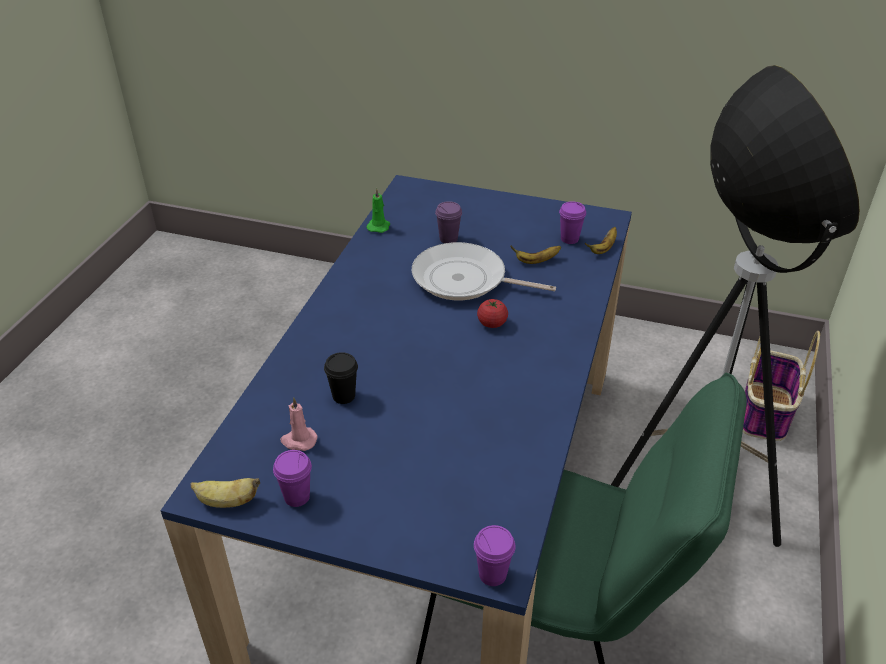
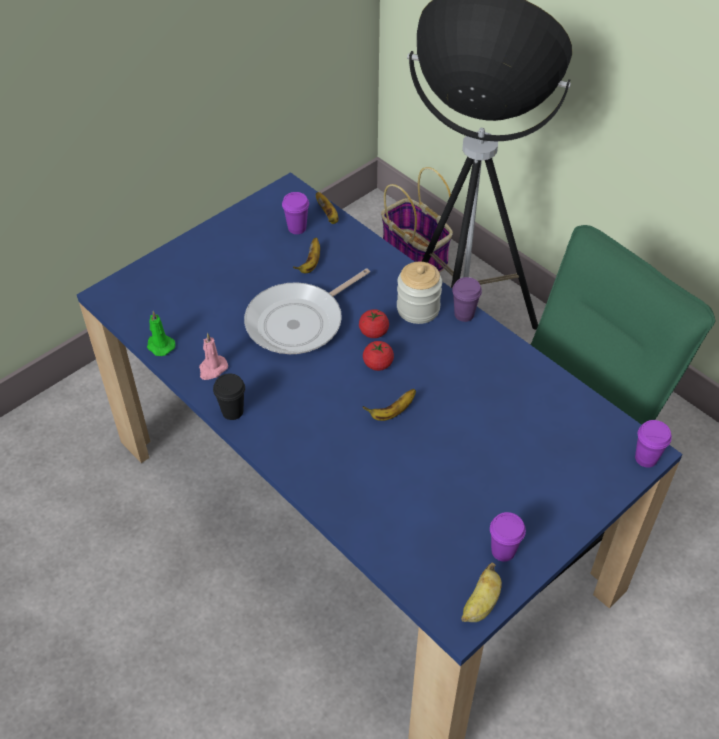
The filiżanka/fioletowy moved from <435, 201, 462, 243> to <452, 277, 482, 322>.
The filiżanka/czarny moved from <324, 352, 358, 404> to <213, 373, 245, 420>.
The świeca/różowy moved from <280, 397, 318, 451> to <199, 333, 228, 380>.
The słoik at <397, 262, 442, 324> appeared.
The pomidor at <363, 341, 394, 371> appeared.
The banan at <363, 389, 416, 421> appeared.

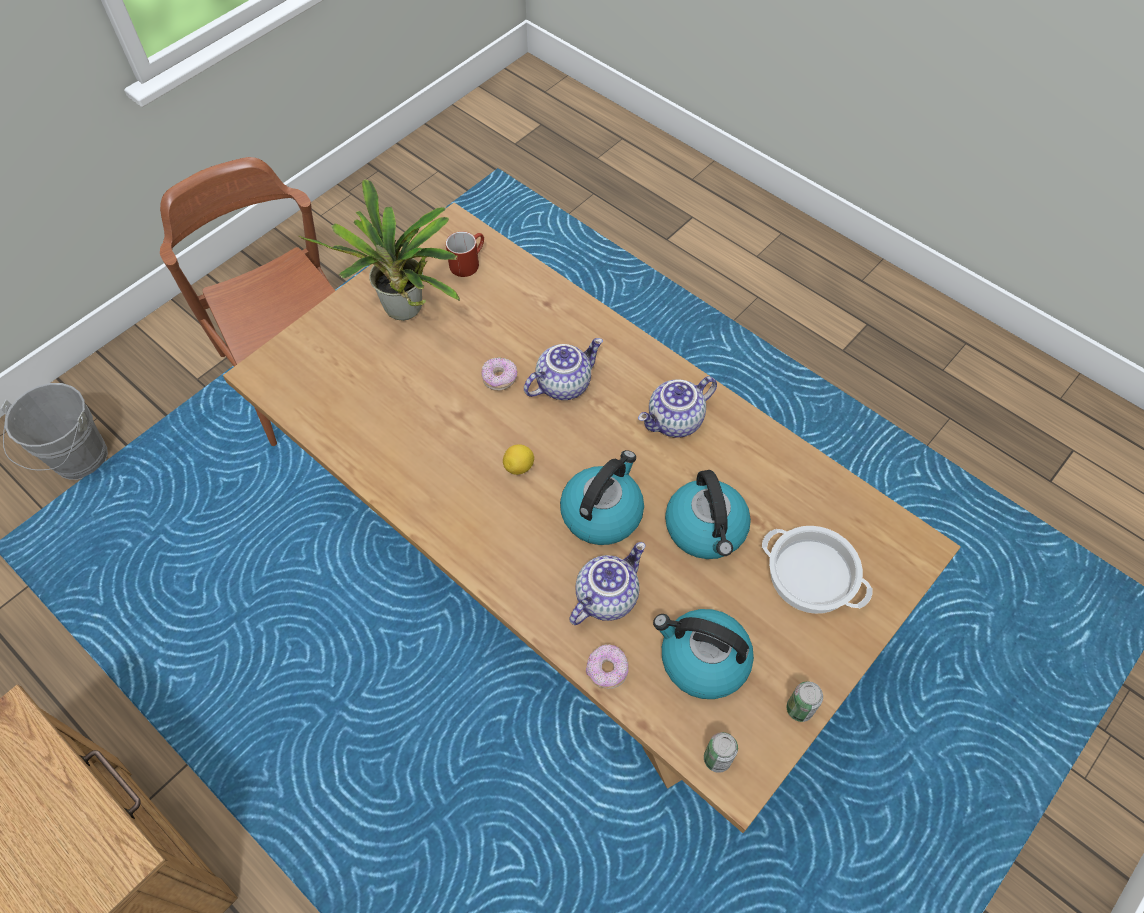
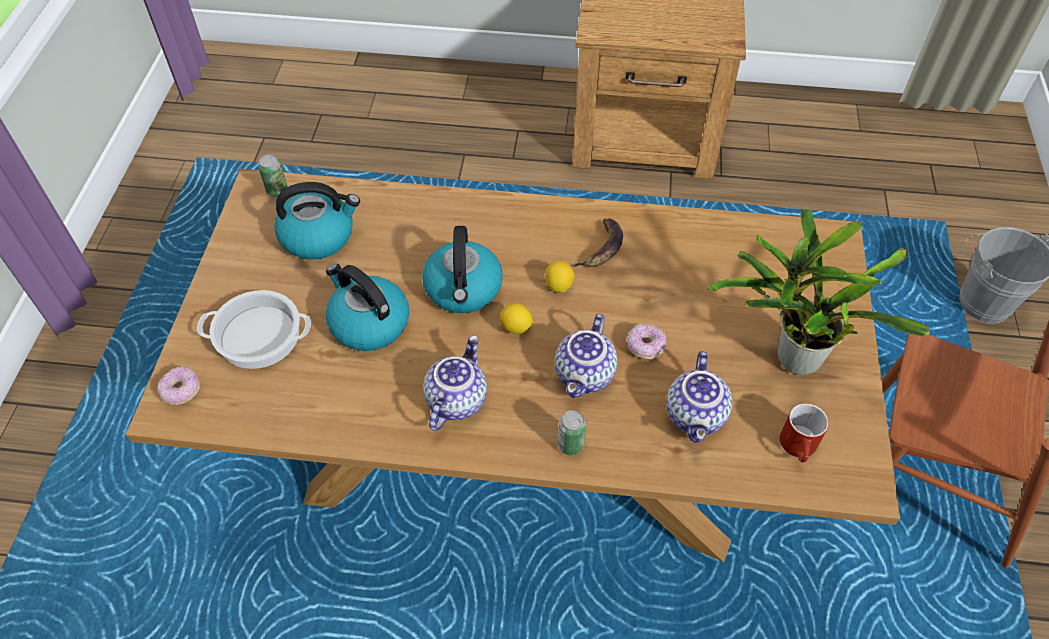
The imbryk moved from <569, 542, 646, 625> to <666, 351, 732, 443>.
The donut moved from <586, 644, 629, 689> to <157, 366, 200, 405>.
The puszka moved from <787, 681, 823, 722> to <558, 410, 586, 455>.
The banan at <570, 219, 623, 267> appeared.
The cytryna at <500, 303, 533, 334> appeared.

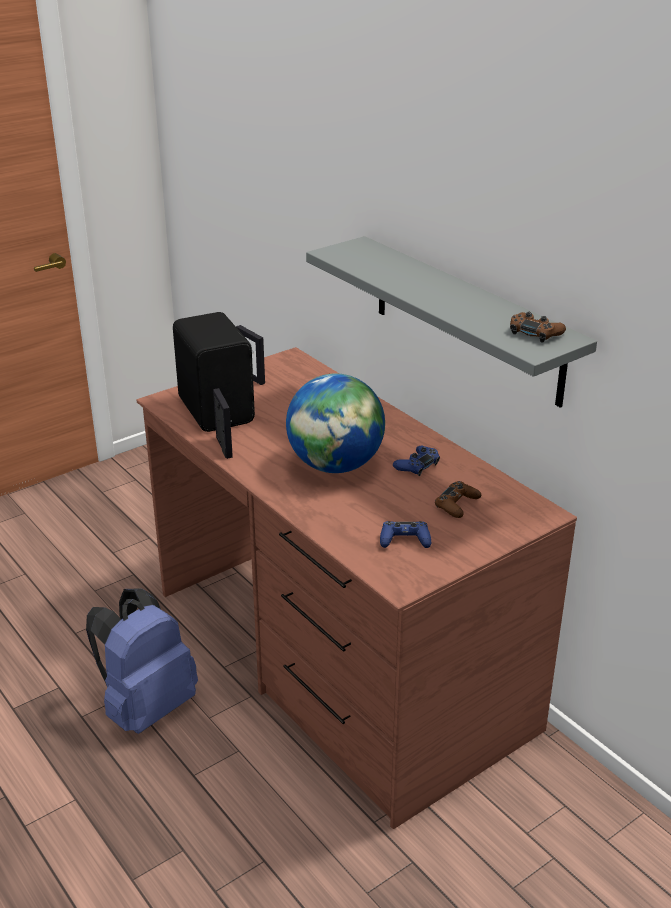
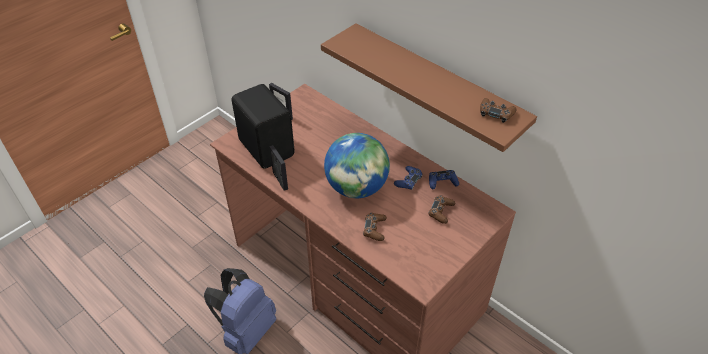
The półka/szary at <306, 236, 597, 408> became the półka/brązowy at <321, 23, 537, 152>.
The pad do gier/niebieski moved from <380, 521, 431, 548> to <429, 170, 459, 189>.
The pad do gier/brązowy at <363, 213, 387, 241> appeared.

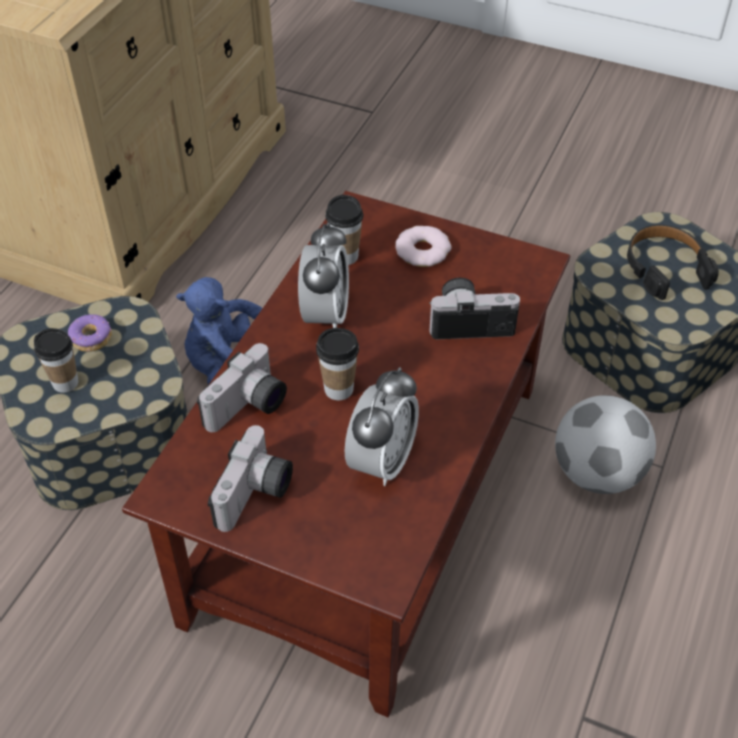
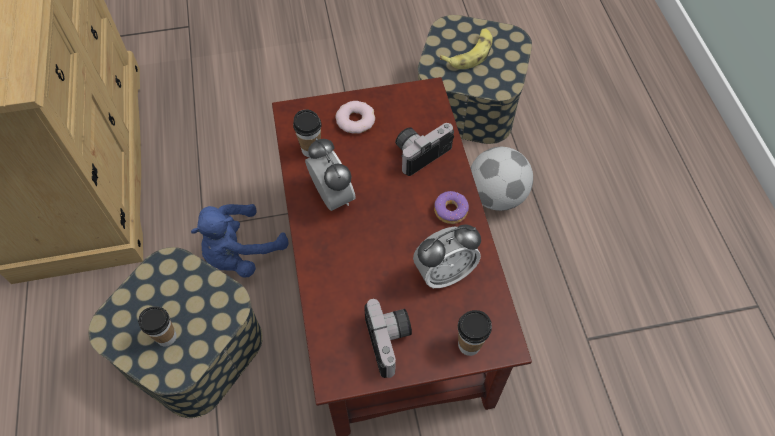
The słuchawki/czarny at <627, 224, 719, 300> was replaced by the banan at <440, 28, 493, 69>.
The donut moved from <68, 314, 112, 352> to <434, 191, 469, 224>.
The filiżanka moved from <316, 328, 359, 401> to <458, 310, 492, 356>.
The aparat fotograficzny at <197, 343, 287, 432> disappeared.
The budzik at <345, 367, 419, 486> turned 75 degrees clockwise.

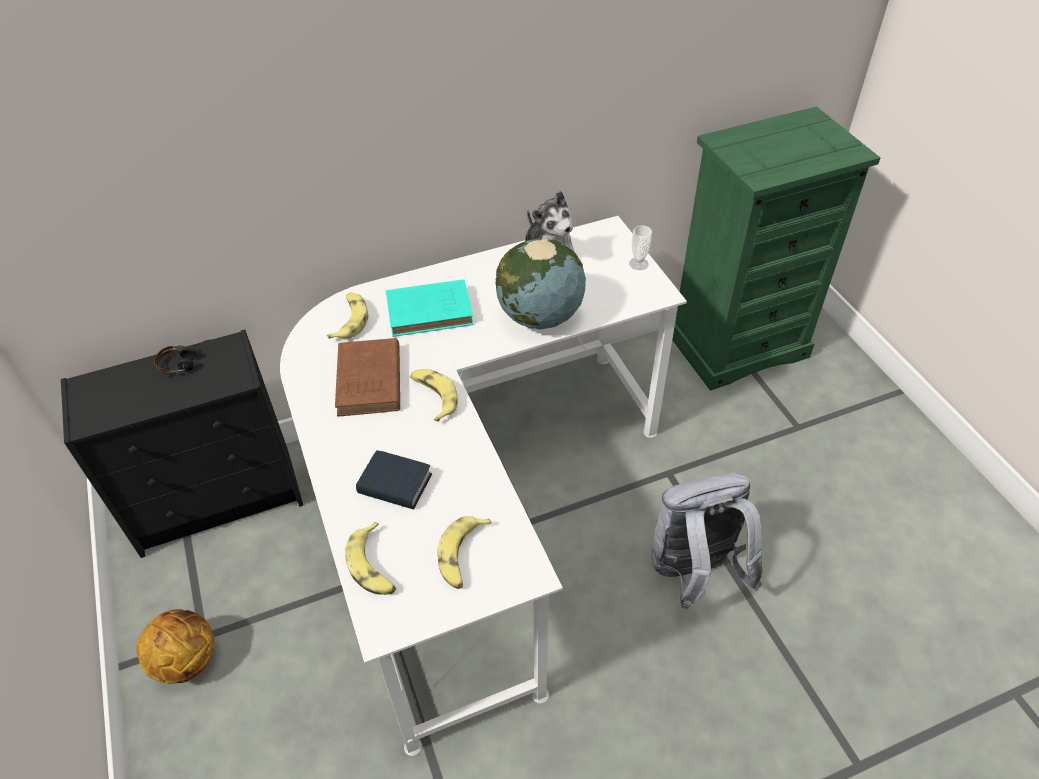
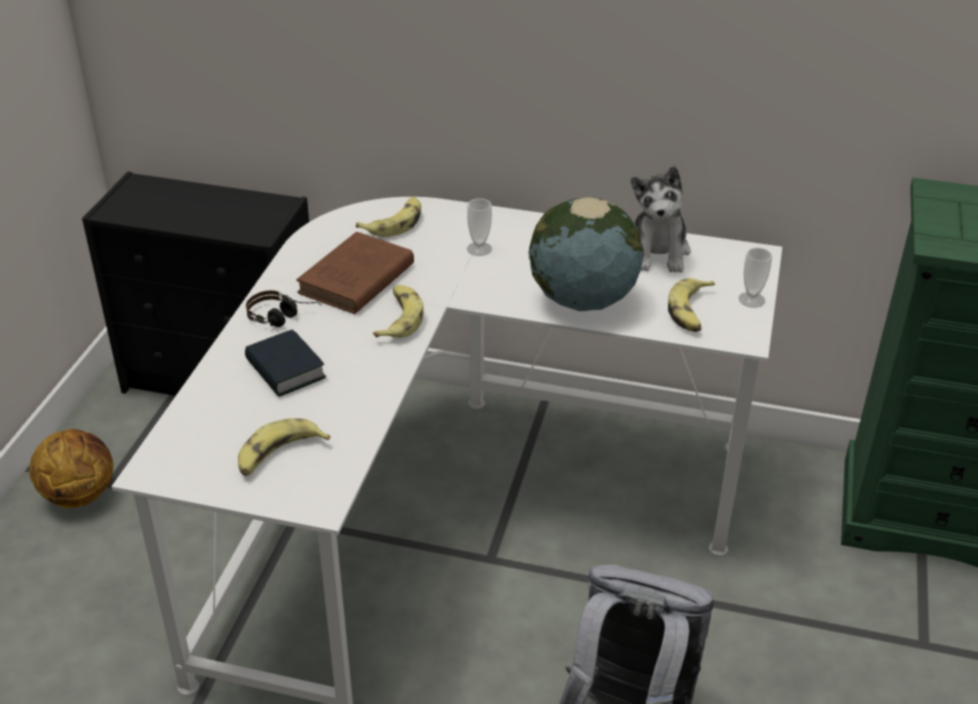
The książka/turkusowy at <386, 279, 474, 337> was replaced by the filiżanka at <467, 198, 492, 256>.
The słuchawki moved from <154, 339, 215, 375> to <246, 290, 322, 327>.
The banan moved from <345, 522, 396, 595> to <668, 278, 715, 332>.

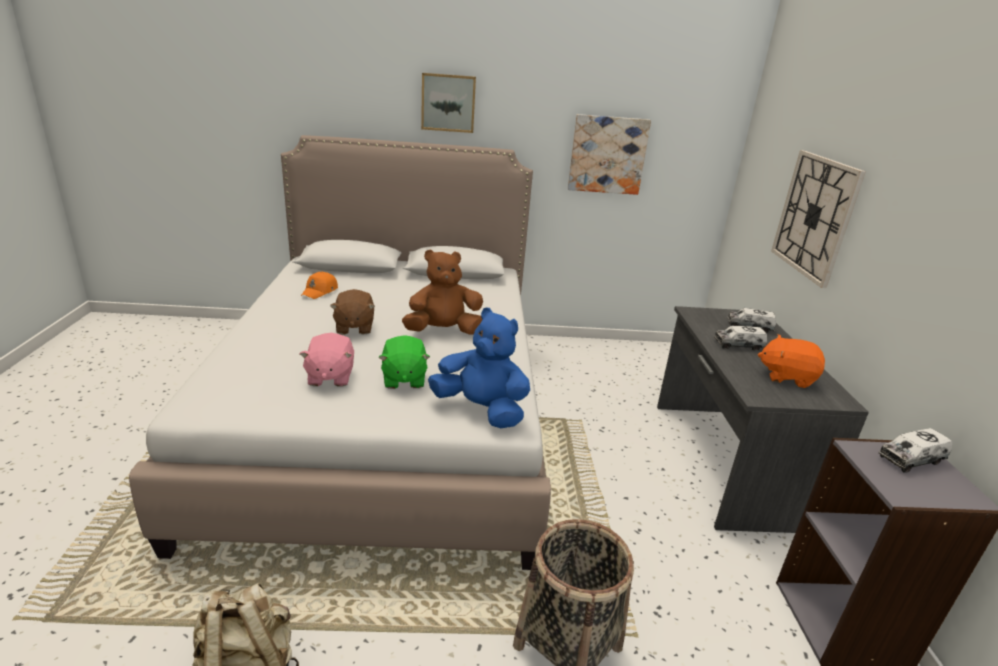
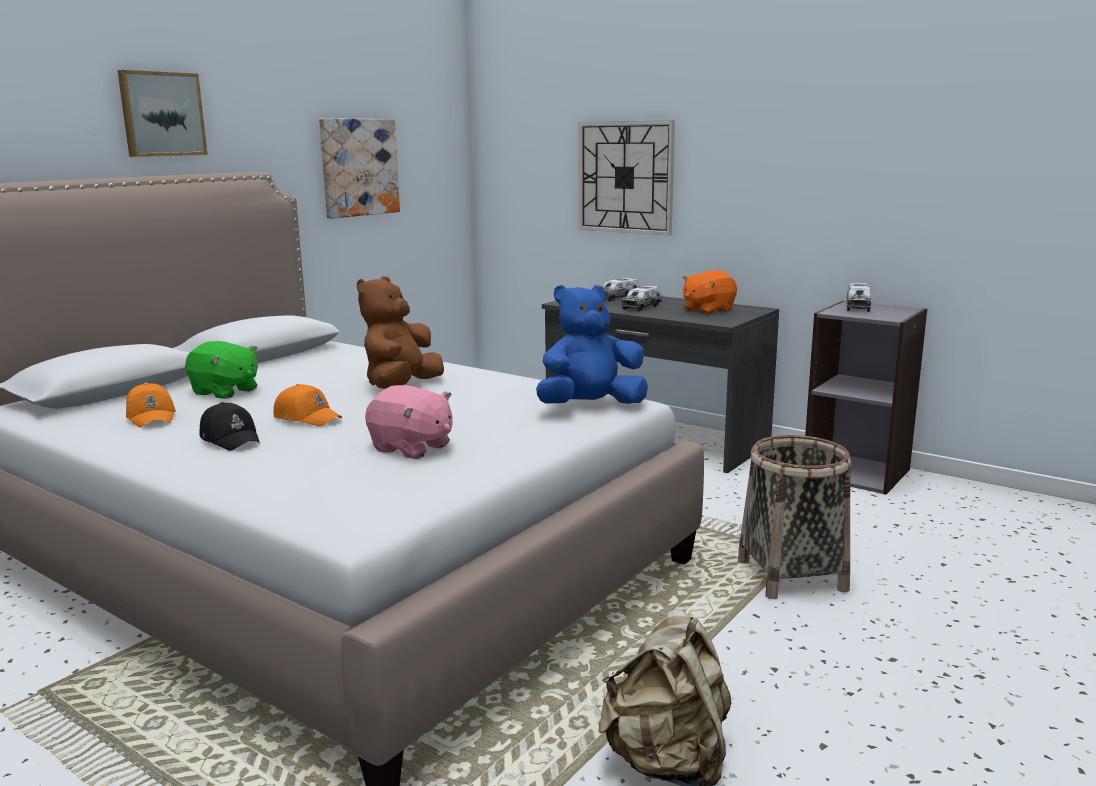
The pluszak/brązowy at <330, 289, 375, 334> was replaced by the czapka z daszkiem/pomarańczowy at <273, 384, 342, 426>.
The pluszak/zielony moved from <378, 335, 430, 389> to <185, 341, 258, 399>.
The czapka z daszkiem/czarny at <199, 402, 260, 451> appeared.

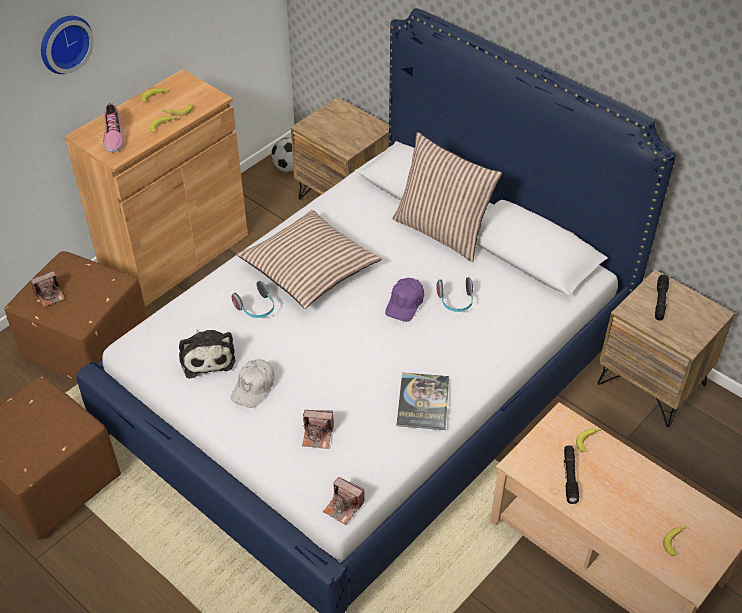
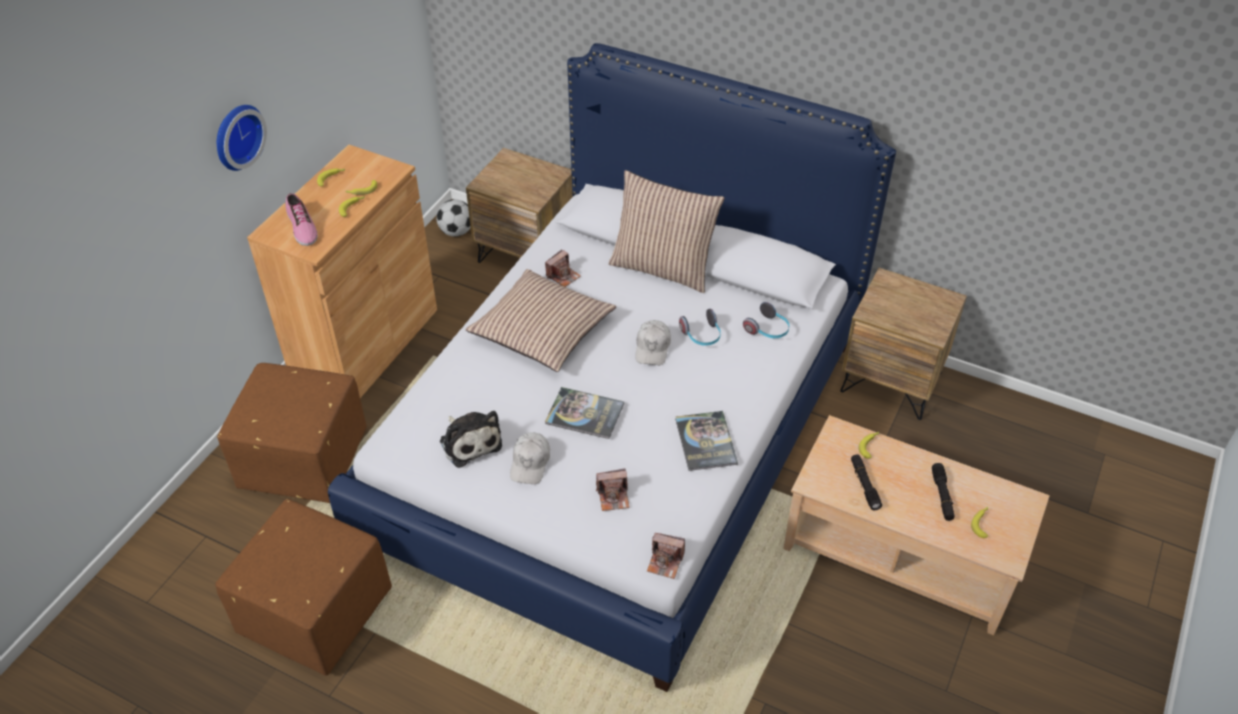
The aparat fotograficzny moved from <30, 270, 65, 307> to <545, 250, 581, 287>.
The latarka/czarny moved from <655, 275, 669, 321> to <932, 463, 955, 521>.
The czapka z daszkiem/fioletowy at <385, 278, 424, 322> became the czapka z daszkiem/biały at <635, 320, 671, 365>.
The słuchawki moved from <231, 281, 274, 318> to <743, 302, 789, 338>.
The książka at <545, 387, 624, 439> appeared.

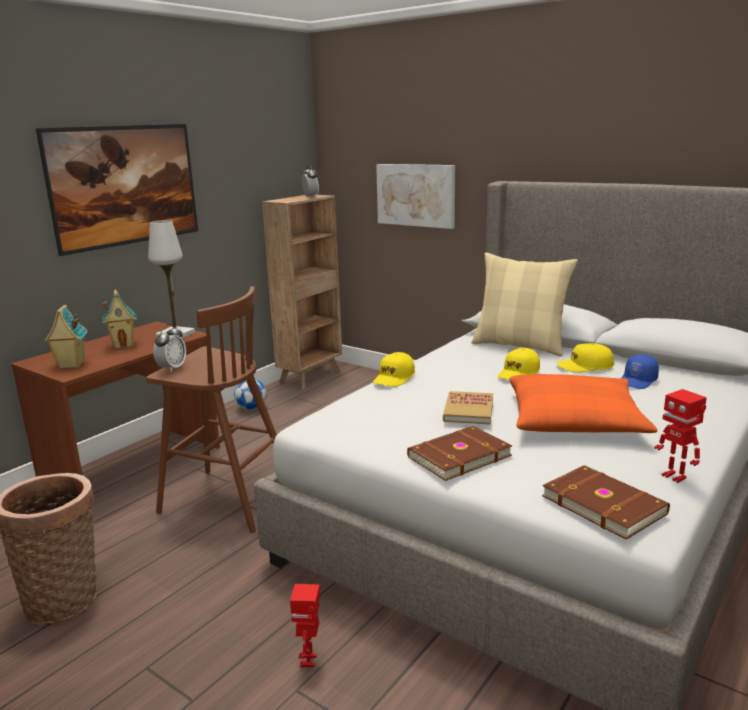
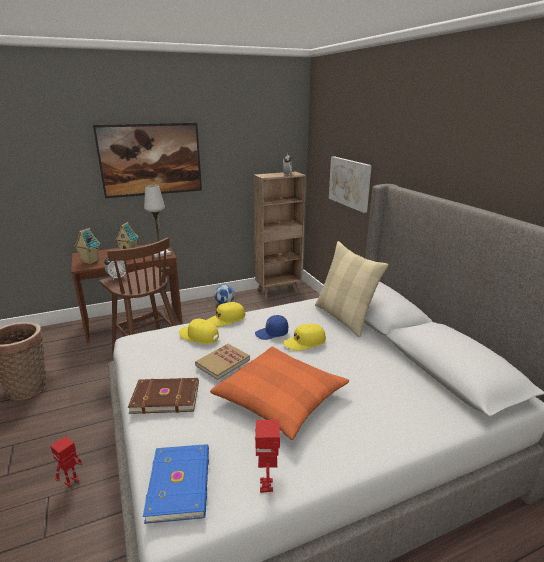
The czapka z daszkiem/żółty moved from <556, 343, 615, 372> to <179, 319, 219, 344>.
The czapka z daszkiem/niebieski moved from <621, 354, 659, 389> to <255, 315, 288, 340>.
The książka/brązowy at <542, 465, 670, 540> became the książka/niebieski at <143, 444, 209, 524>.

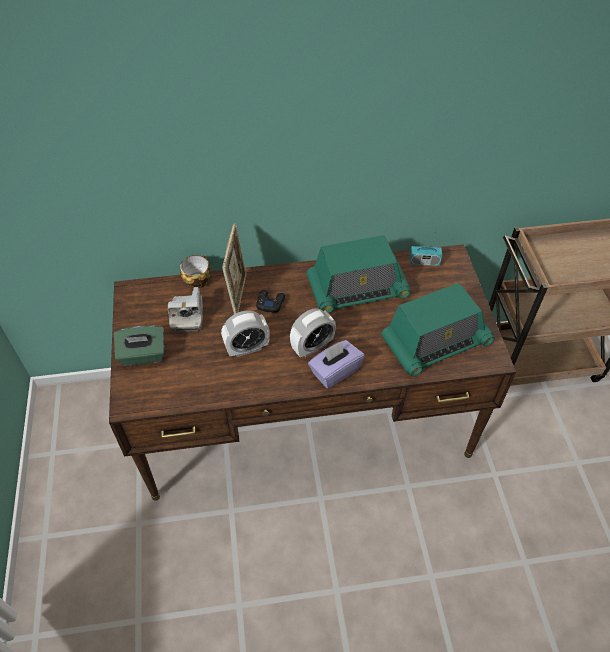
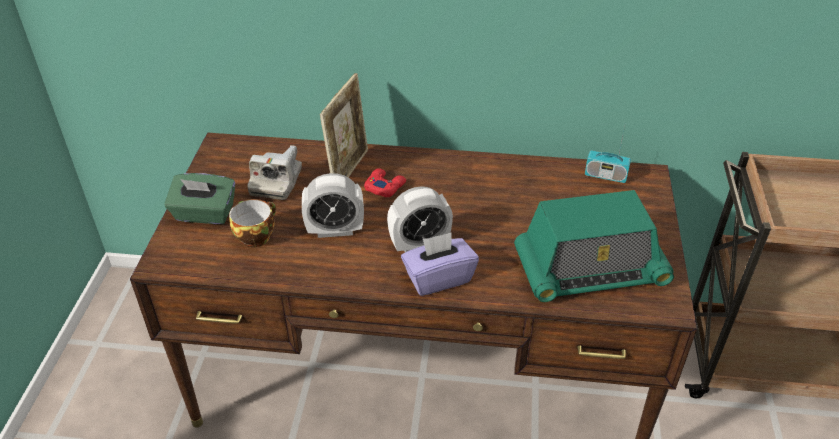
The radio at <307, 235, 410, 313> disappeared.
The filiżanka moved from <180, 255, 211, 288> to <229, 199, 276, 247>.
The pad do gier/czarny at <256, 290, 285, 313> became the pad do gier/czerwony at <364, 168, 406, 197>.

